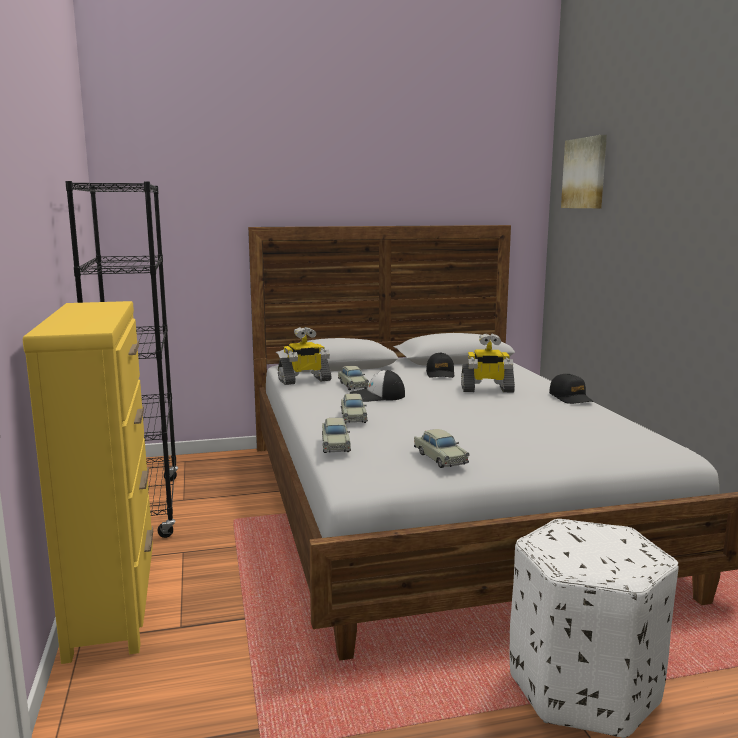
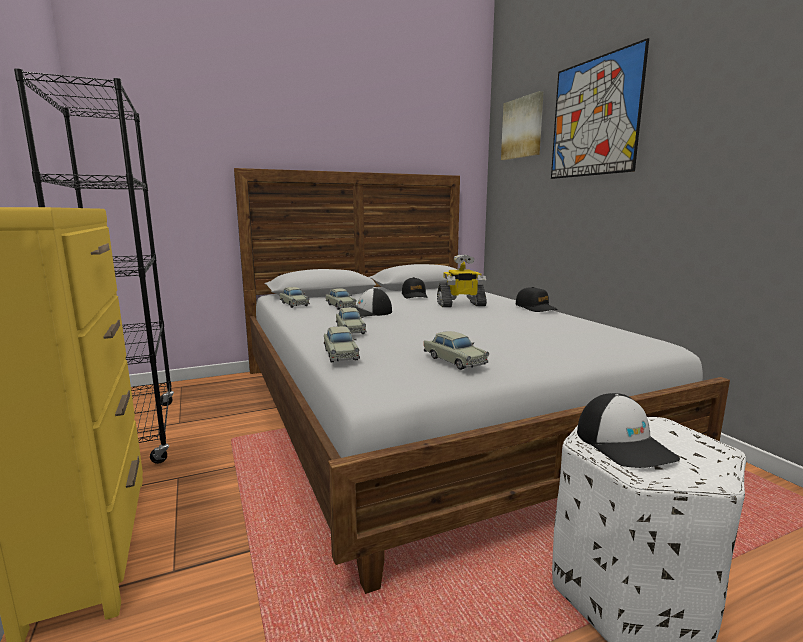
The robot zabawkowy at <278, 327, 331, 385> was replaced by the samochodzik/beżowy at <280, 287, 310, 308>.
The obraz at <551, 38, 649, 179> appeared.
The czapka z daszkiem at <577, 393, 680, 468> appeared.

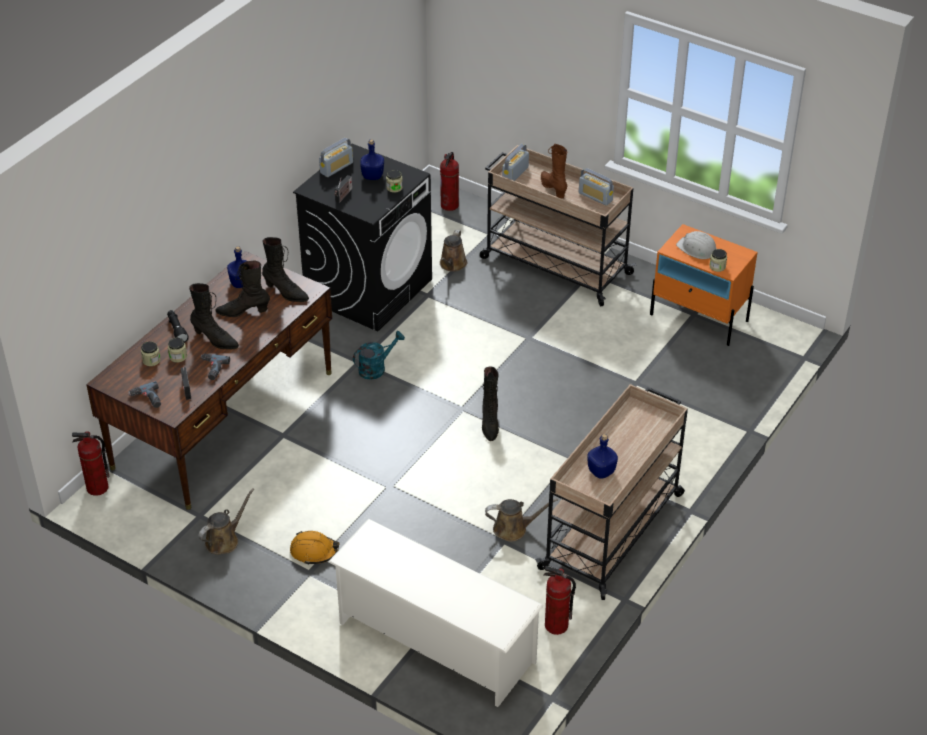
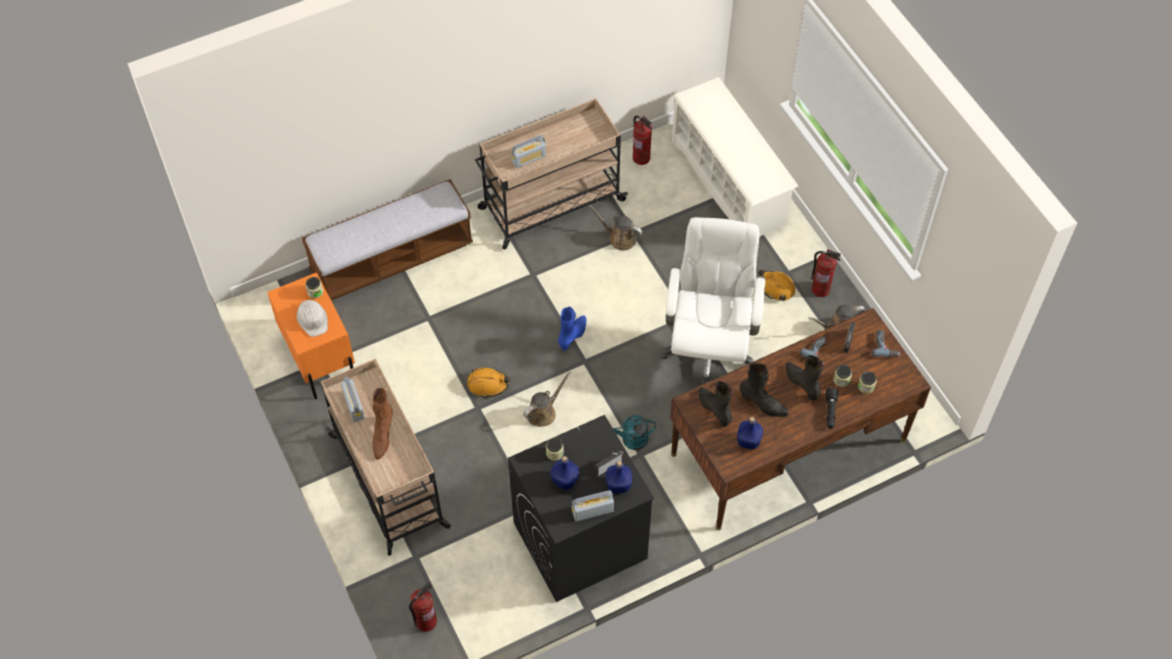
The radio moved from <502, 144, 529, 181> to <511, 135, 546, 168>.
The konewka/brązowy moved from <440, 230, 467, 272> to <523, 371, 571, 427>.
The but z cholewką/czarny at <482, 366, 499, 441> became the but z cholewką/niebieski at <558, 307, 586, 351>.
The gaśnica moved from <72, 431, 110, 496> to <811, 249, 841, 297>.
The butelka/niebieski moved from <587, 434, 618, 479> to <606, 461, 632, 494>.
The ławka at <302, 179, 473, 300> appeared.
The krzesło biurowe/biały at <661, 217, 765, 385> appeared.
The kask/pomarańczowy at <467, 368, 510, 398> appeared.

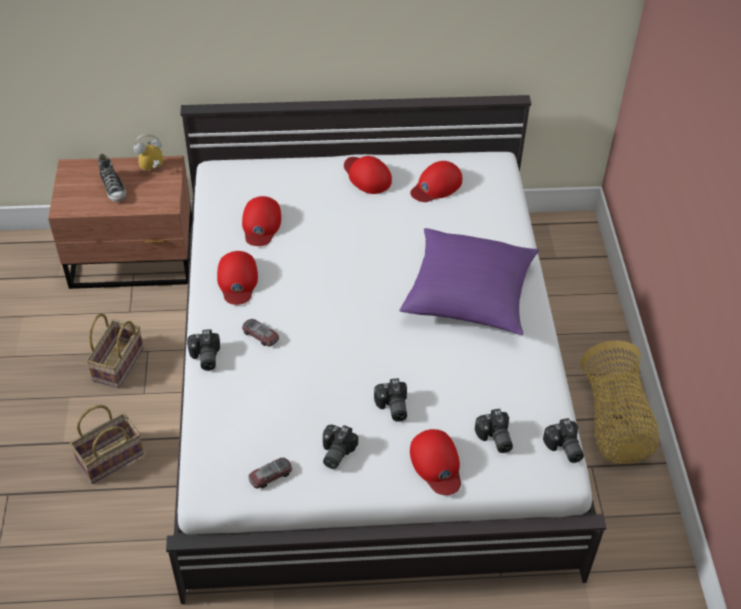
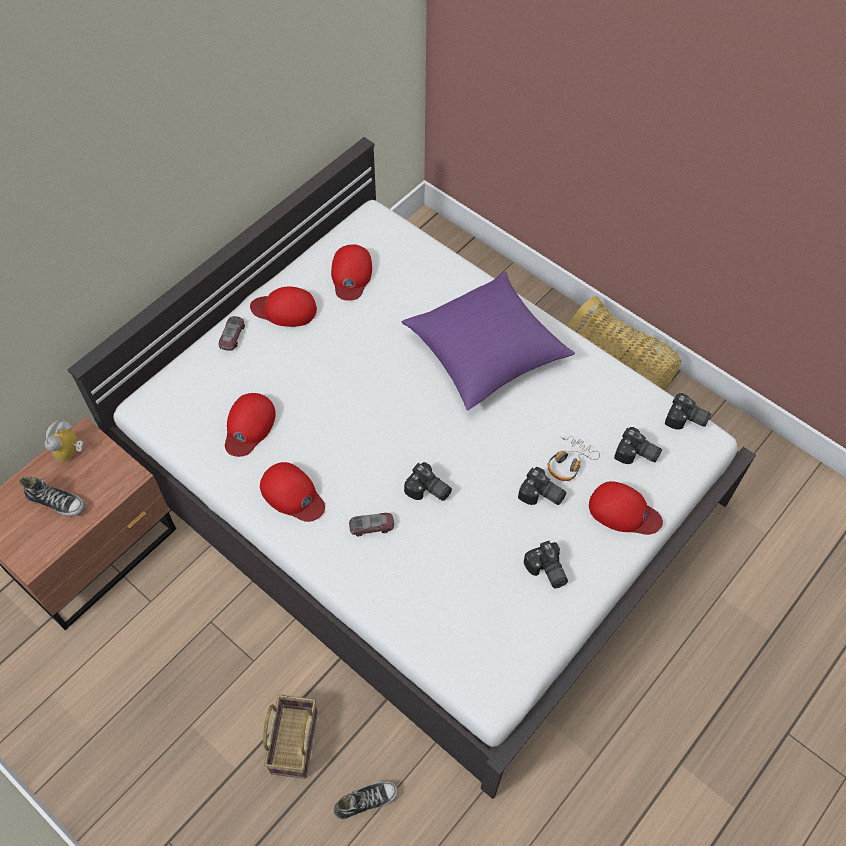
The czapka z daszkiem/czerwony at <242, 196, 281, 246> turned 60 degrees clockwise.
The koszyk at <86, 313, 144, 388> disappeared.
The aparat fotograficzny moved from <187, 329, 220, 371> to <404, 462, 452, 501>.
The samochodzik moved from <249, 457, 292, 488> to <218, 316, 245, 351>.
The słuchawki at <547, 436, 600, 481> appeared.
The but at <333, 781, 398, 819> appeared.

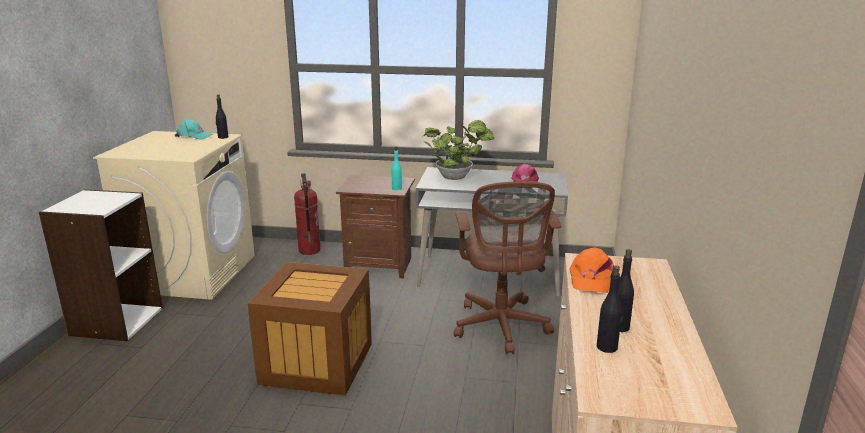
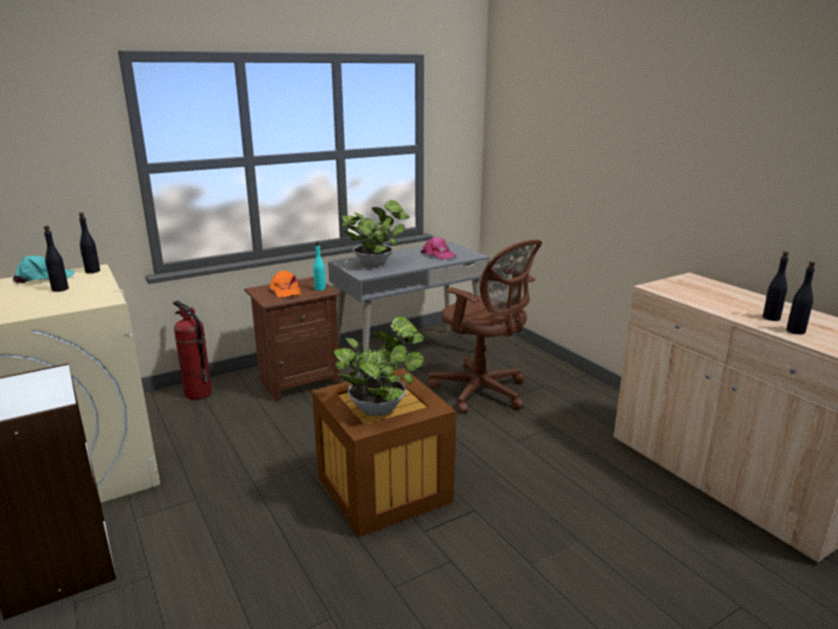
The czapka z daszkiem/pomarańczowy moved from <570, 247, 614, 293> to <270, 270, 301, 298>.
The butelka/czarny at <44, 226, 69, 292> appeared.
The roślina doniczkowa at <333, 316, 424, 416> appeared.

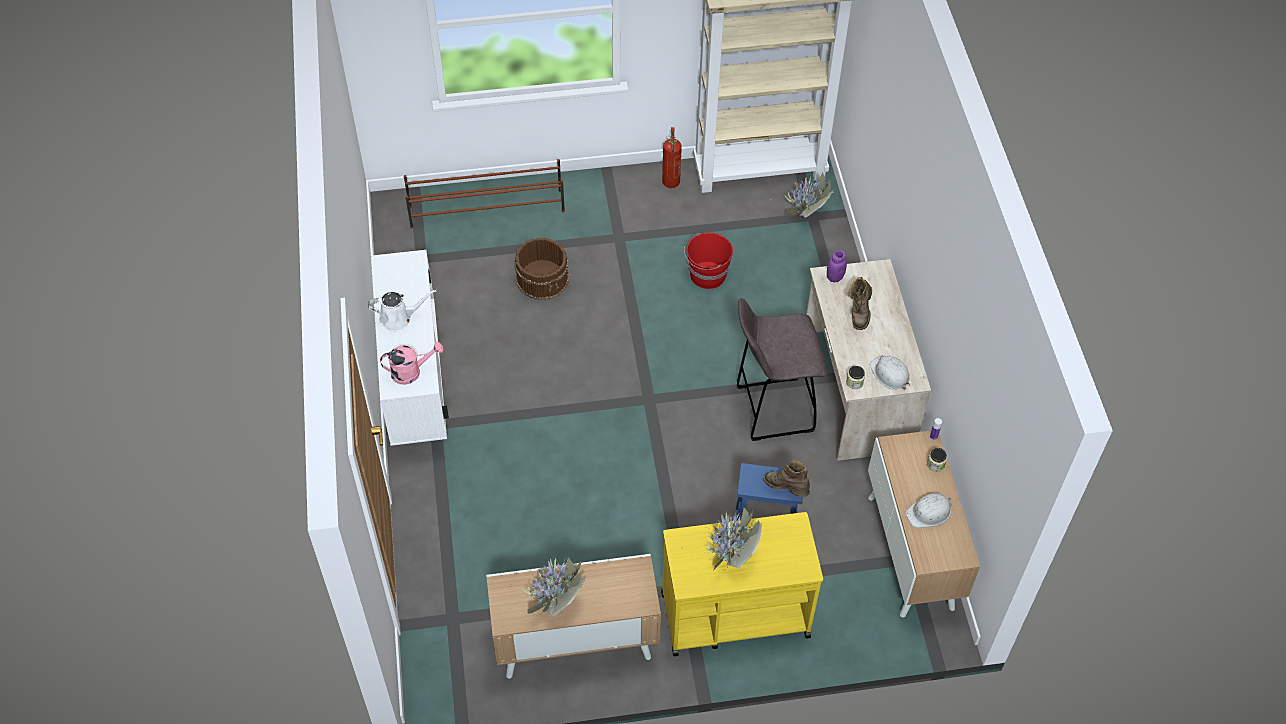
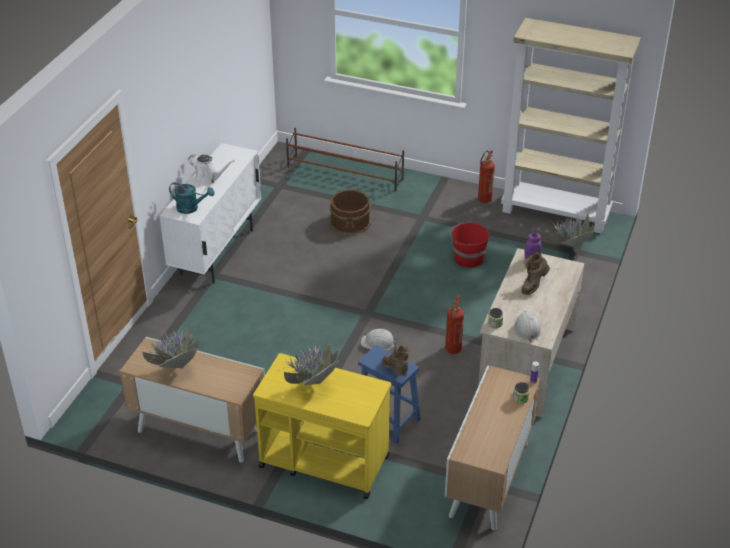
The stołek/szary at <737, 298, 828, 441> was replaced by the gaśnica at <445, 296, 464, 354>.
The konewka/różowy at <380, 342, 443, 385> became the konewka/turkusowy at <169, 182, 215, 214>.
The kask/biały moved from <905, 493, 951, 528> to <361, 329, 397, 350>.

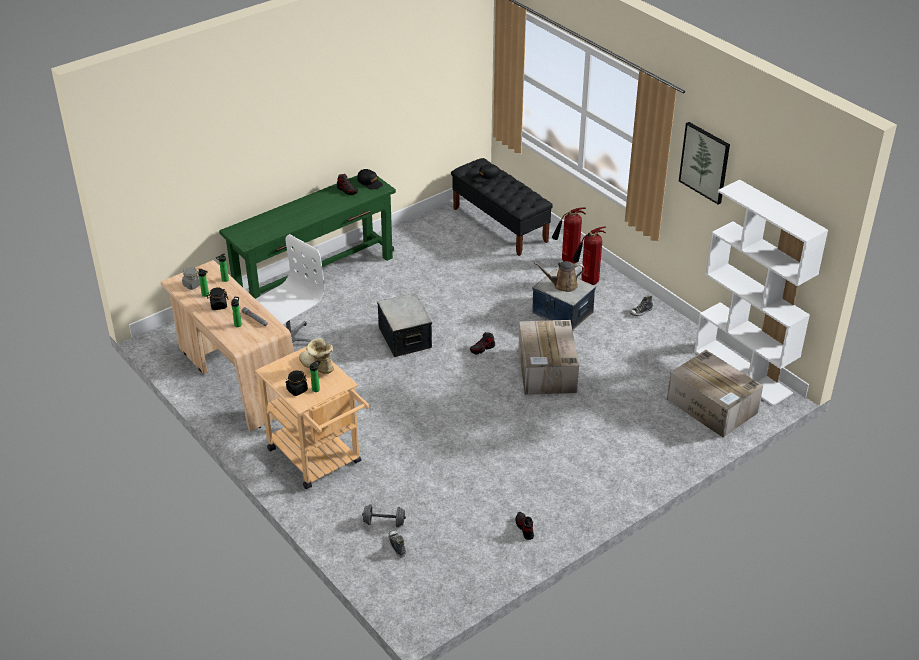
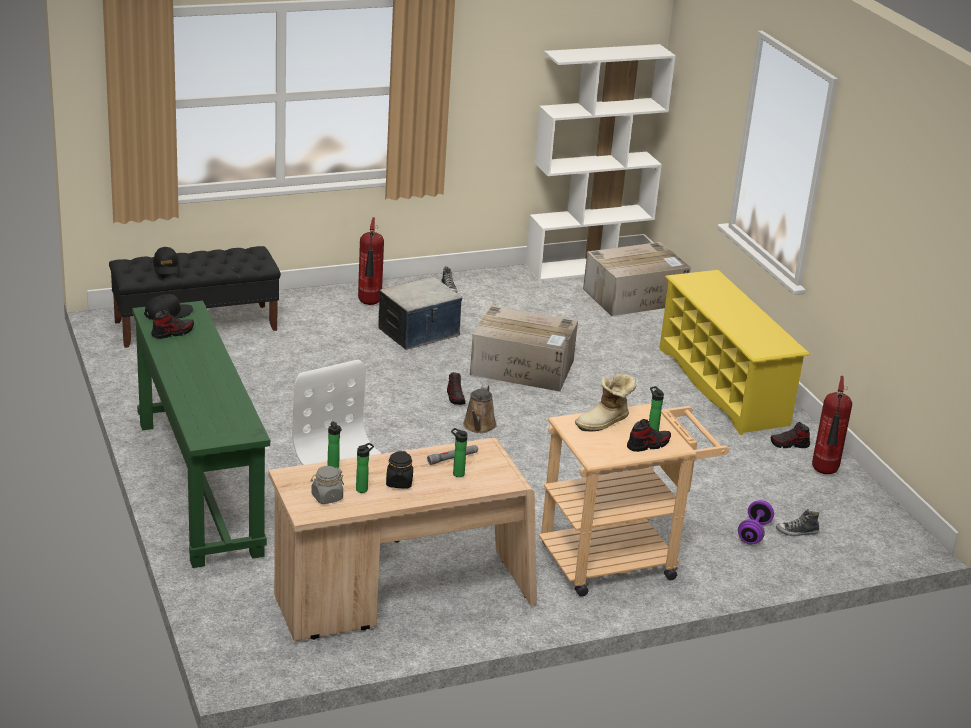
The obraz at <679, 122, 730, 204> disappeared.
The gaśnica moved from <552, 208, 586, 264> to <812, 376, 852, 474>.
The konewka/brązowy moved from <534, 261, 585, 292> to <463, 385, 497, 433>.
The pojemnik do przechowywania at <377, 293, 432, 357> disappeared.
The słoik/czarny at <285, 370, 308, 396> was replaced by the but at <627, 419, 671, 452>.
The hantel/szary at <362, 505, 406, 527> became the hantel/fioletowy at <738, 500, 774, 544>.
The regał na buty/żółty at <659, 270, 810, 435> appeared.

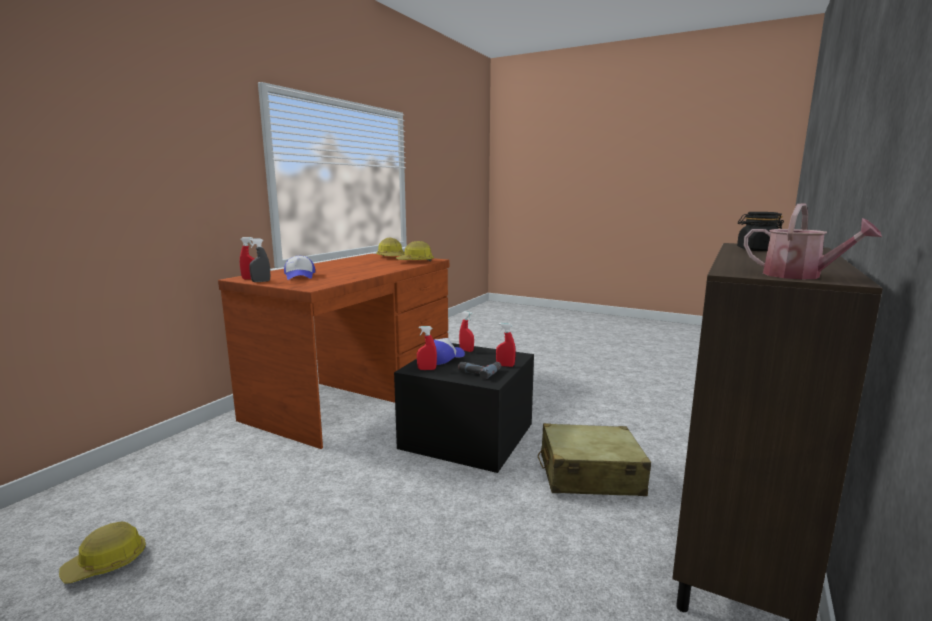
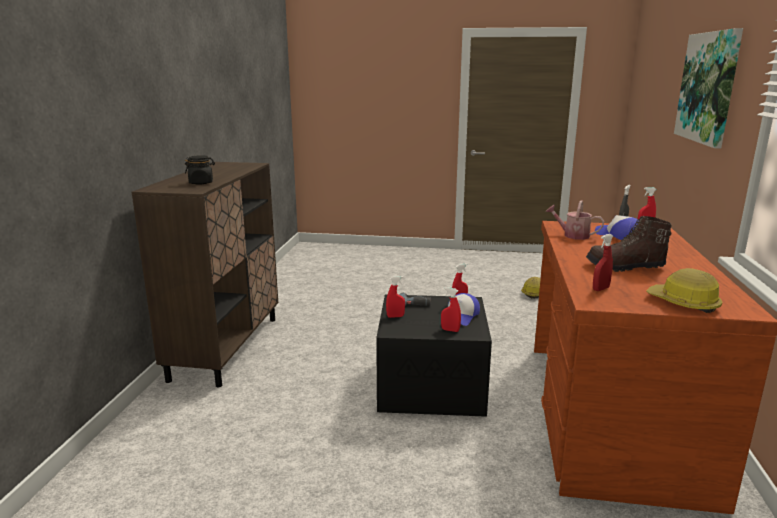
The konewka moved from <744, 204, 882, 279> to <545, 200, 604, 240>.
The kask at <396, 241, 434, 262> was replaced by the spryskiwacz/czerwony at <593, 234, 613, 291>.
The walizka/beżowy at <538, 423, 651, 496> disappeared.
The obraz at <674, 28, 743, 148> appeared.
The but z cholewką/brązowy at <586, 216, 672, 272> appeared.

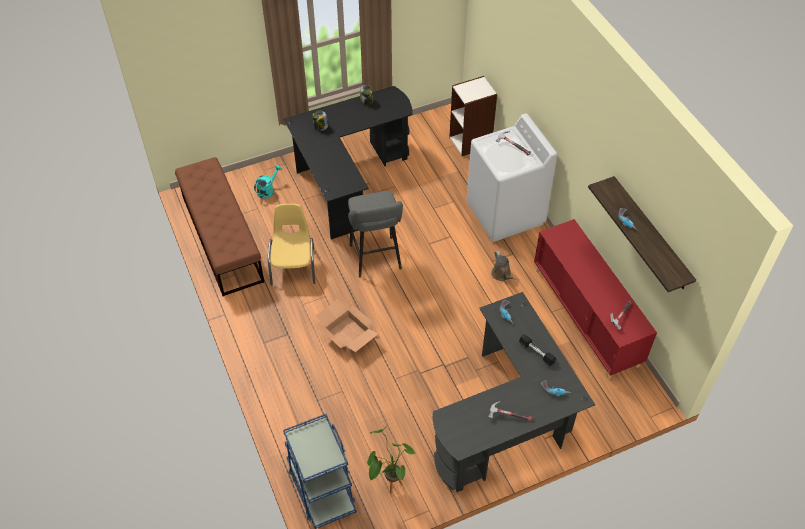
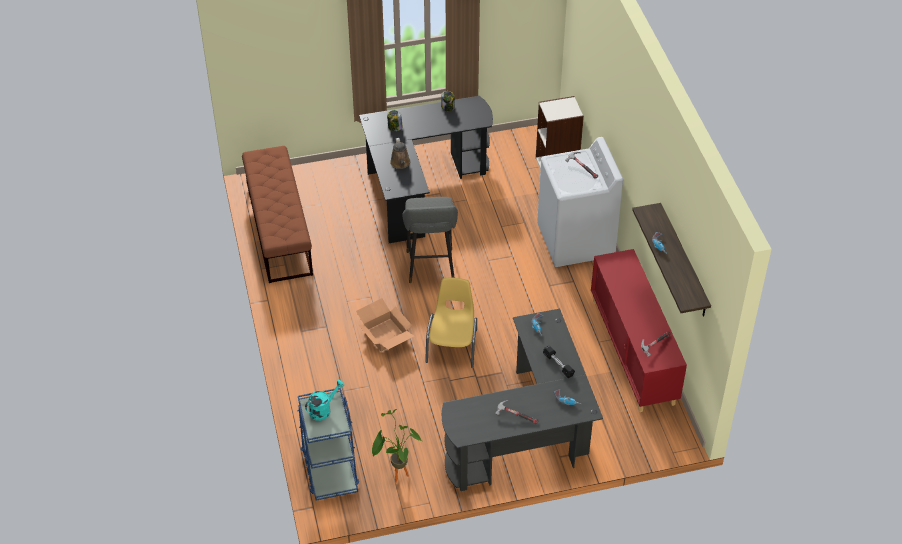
The konewka/turkusowy moved from <254, 165, 282, 199> to <305, 380, 344, 421>.
The krzesło/żółty moved from <268, 204, 315, 286> to <425, 278, 477, 367>.
The konewka/brązowy moved from <491, 251, 516, 281> to <390, 138, 411, 169>.

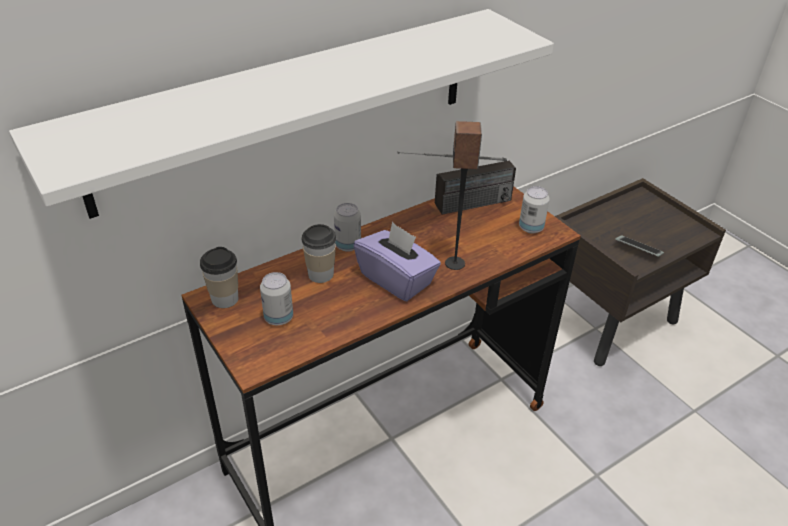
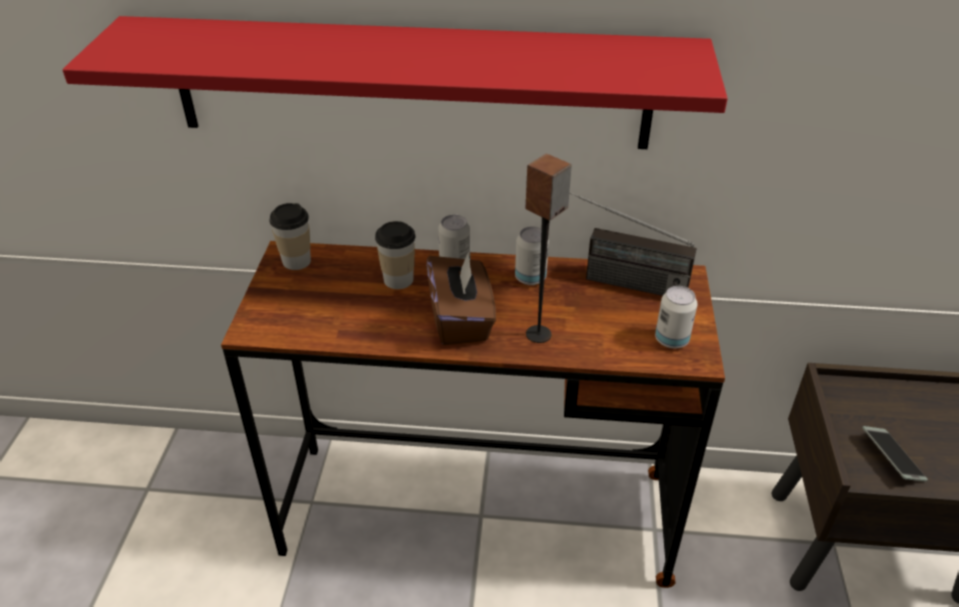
The półka/biały at <9, 9, 554, 219> became the półka/czerwony at <62, 16, 728, 149>.
The pudełko chusteczek/fioletowy at <353, 222, 441, 301> became the pudełko chusteczek/brązowy at <427, 251, 496, 345>.
The puszka moved from <260, 272, 293, 325> to <515, 227, 549, 285>.

